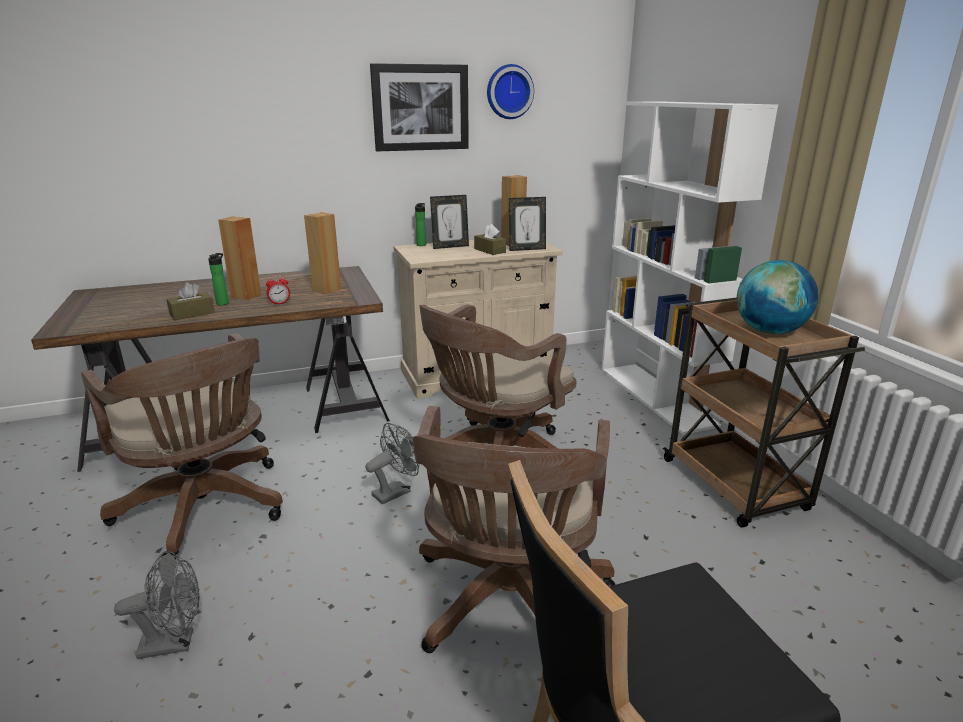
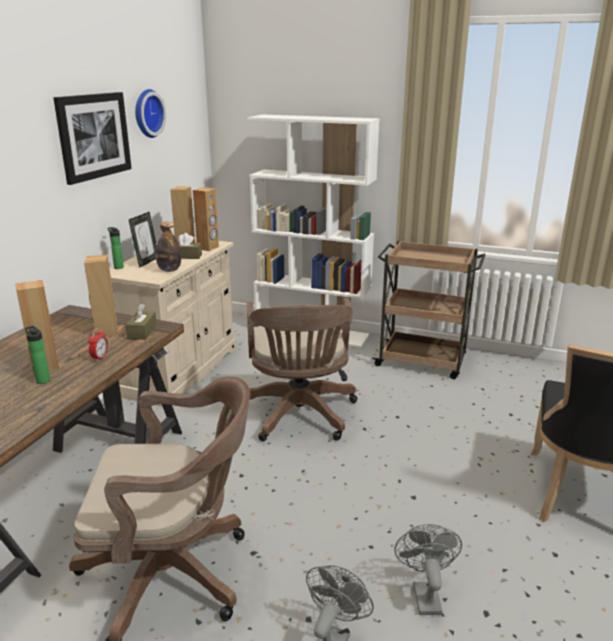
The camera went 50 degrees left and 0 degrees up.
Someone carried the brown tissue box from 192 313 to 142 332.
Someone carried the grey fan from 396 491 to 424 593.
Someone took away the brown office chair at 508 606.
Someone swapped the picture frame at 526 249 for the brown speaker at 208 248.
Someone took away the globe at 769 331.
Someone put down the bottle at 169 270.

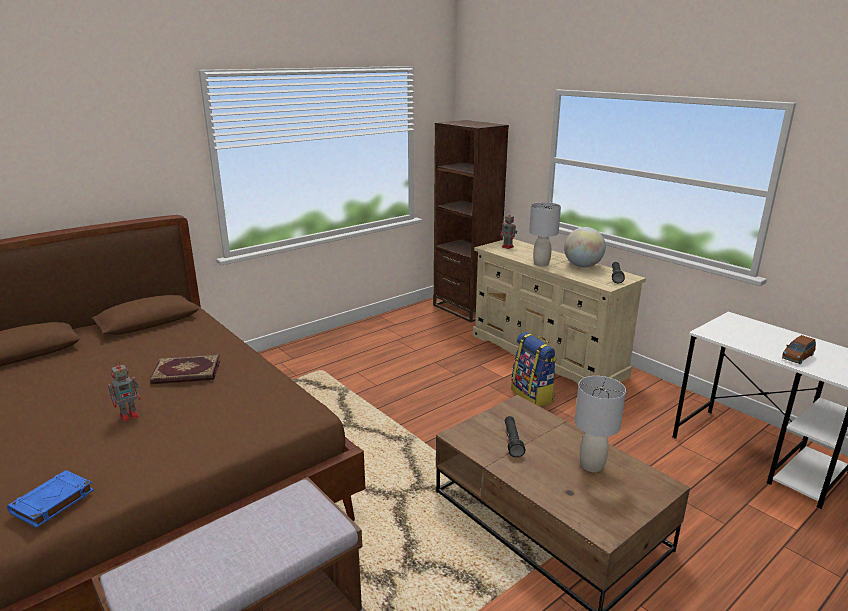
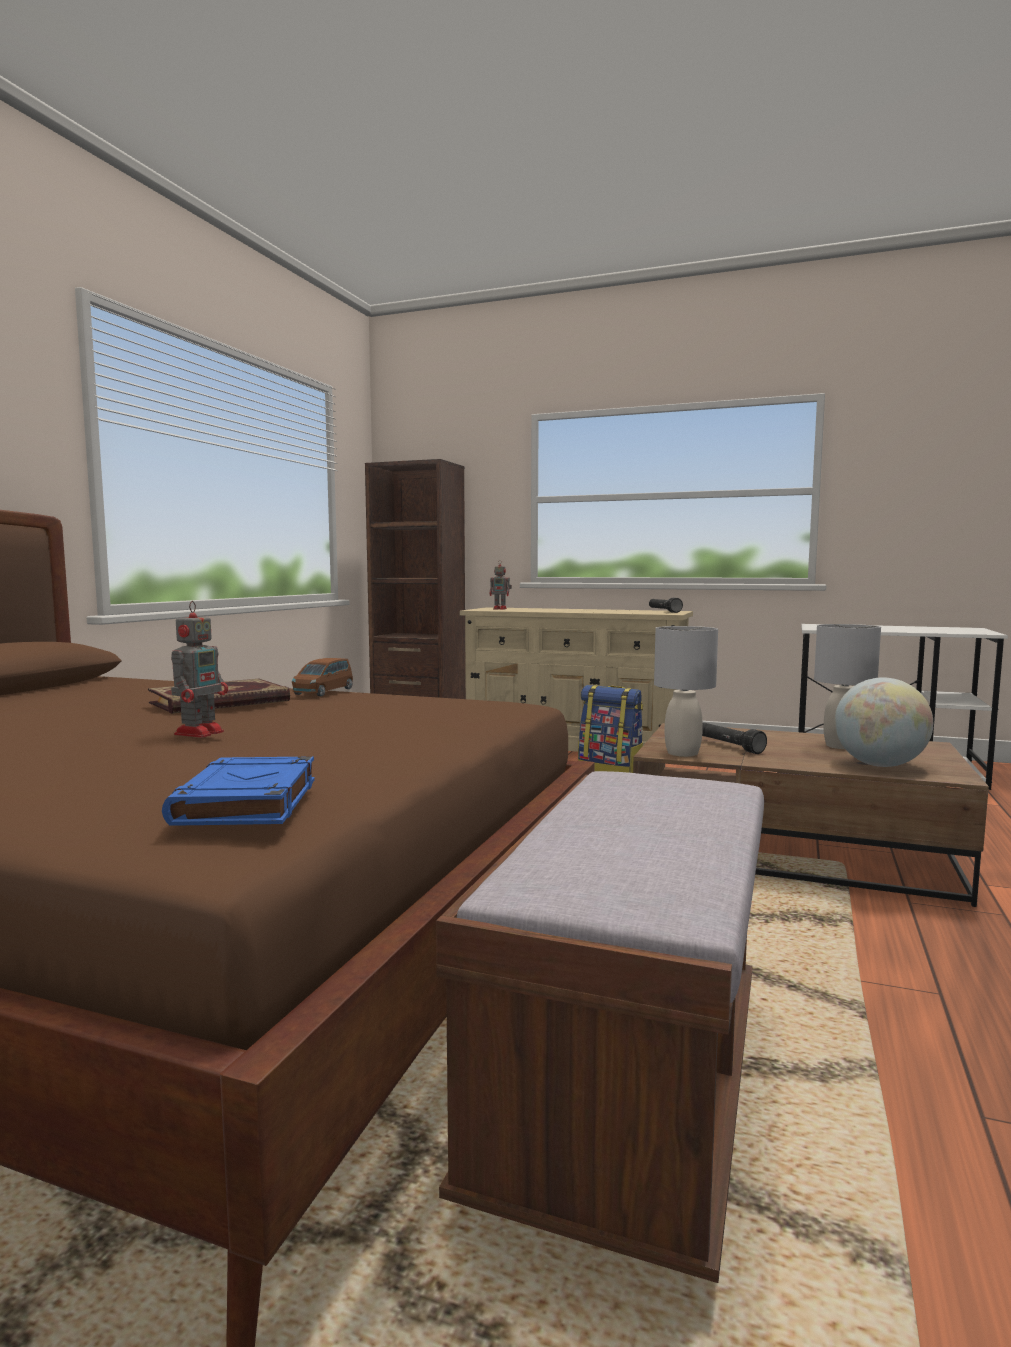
The camera went 30 degrees left and 15 degrees down.
Someone carried the grey table lamp from 541 264 to 682 753.
Someone carried the globe from 582 266 to 879 765.
Someone carried the brown toy car from 797 357 to 323 691.

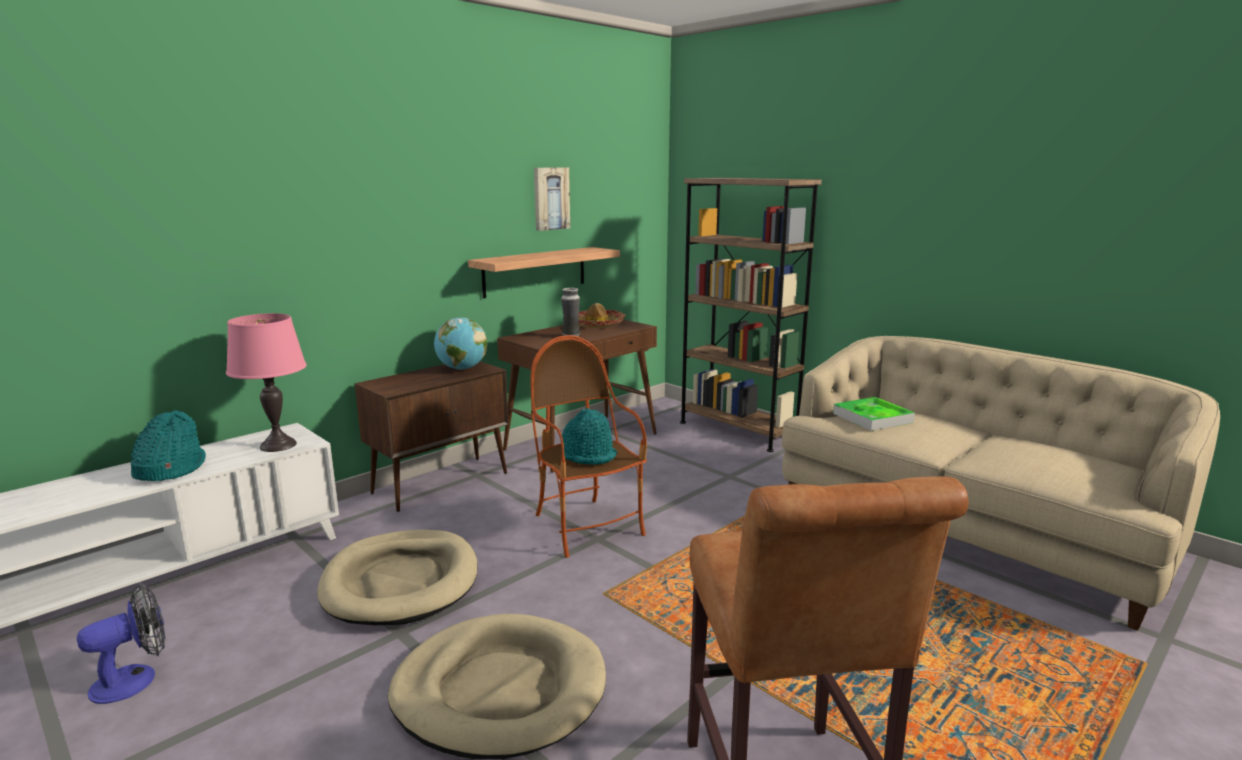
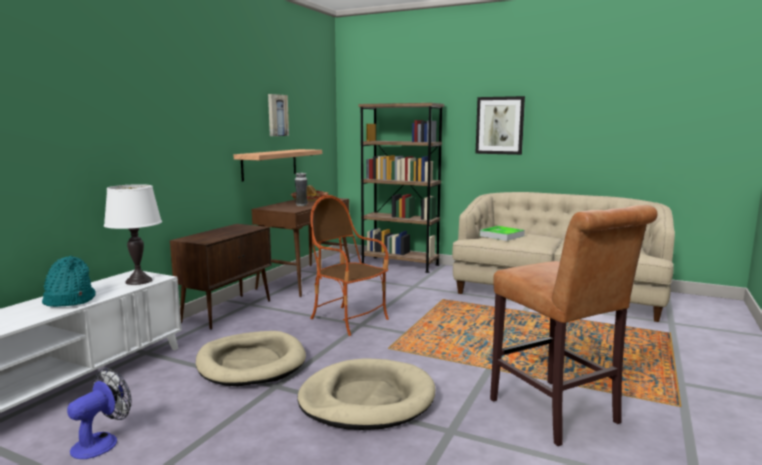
The camera went 20 degrees left and 5 degrees down.
Someone repainted the pink table lamp at 278 445, which became the white table lamp at 138 281.
Someone took away the globe at 462 369.
Someone took away the turquoise hat at 589 455.
Someone put up the picture at 499 125.

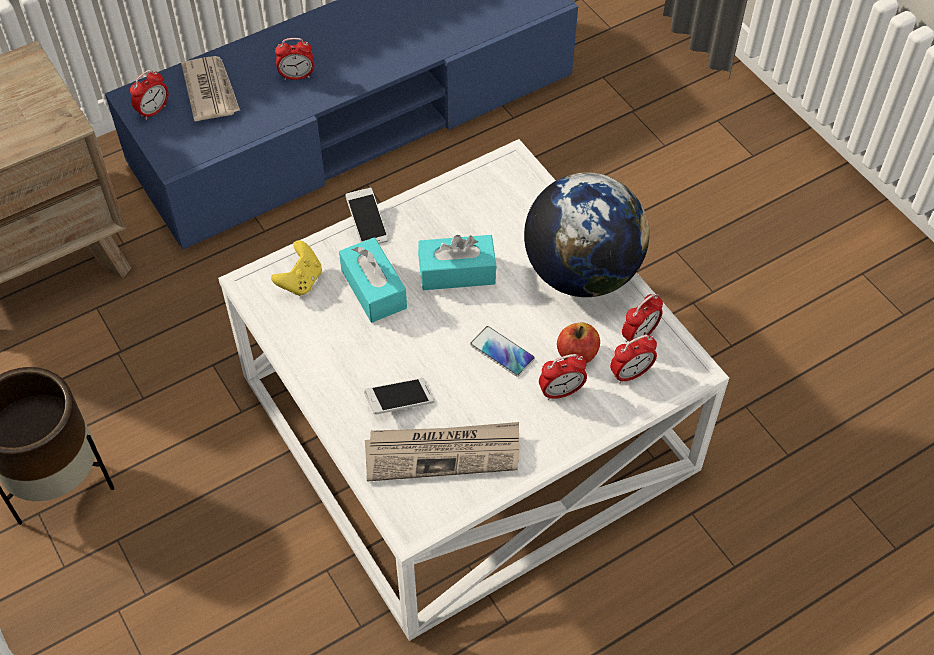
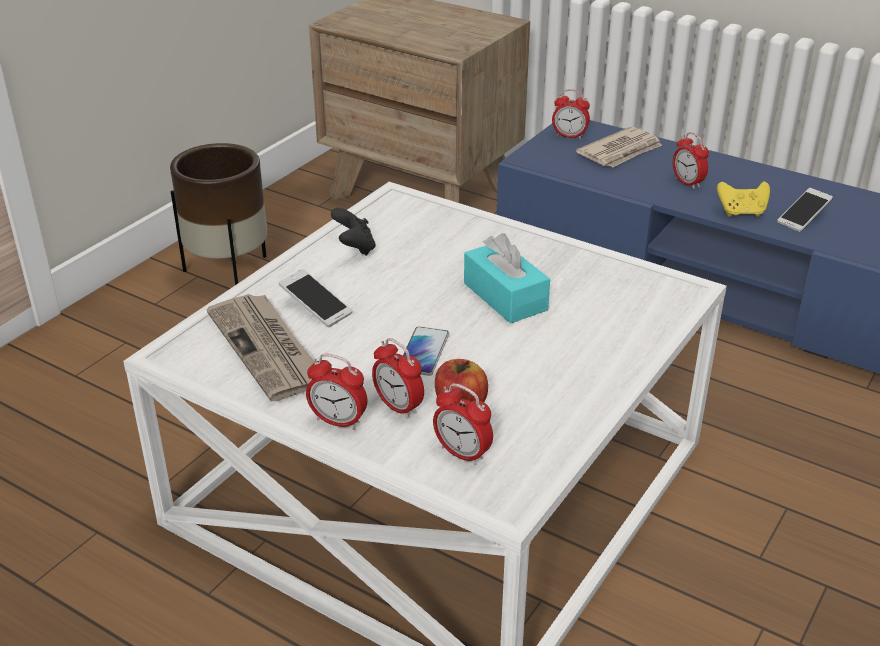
The camera went 65 degrees right and 20 degrees down.
Someone carried the yellow game controller from 300 281 to 741 213.
Someone took away the turquoise tissue box at 373 289.
Someone carried the phone from 367 223 to 803 217.
Someone took away the globe at 581 272.
Someone carried the alarm clock from 639 336 to 338 421.
Someone put down the black game controller at 354 248.

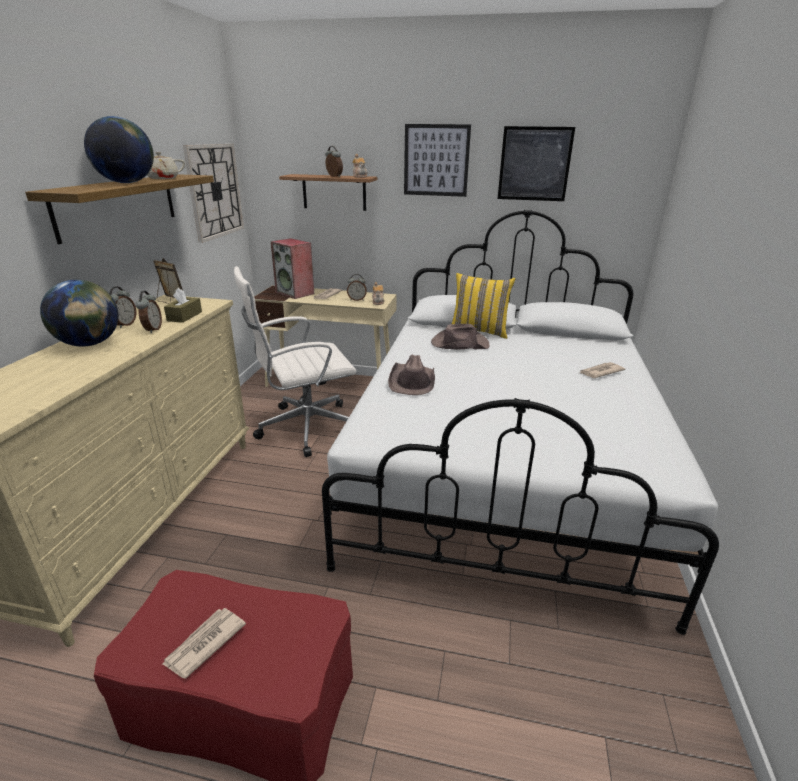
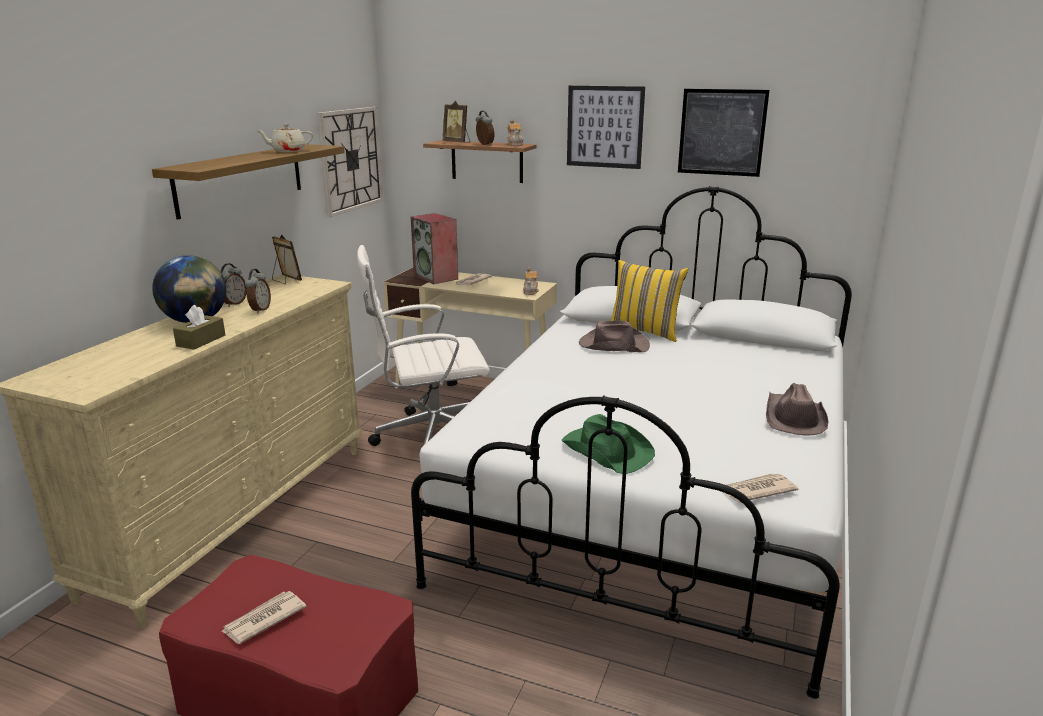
The camera went 10 degrees right and 5 degrees down.
Someone took away the globe at 126 183.
Someone carried the brown tissue box from 184 316 to 201 341.
Someone took away the alarm clock at 357 300.
Someone carried the brown hat from 412 381 to 793 417.
Someone carried the newspaper from 600 372 to 756 490.
Someone put down the picture frame at 457 143.
Someone put down the green hat at 606 450.

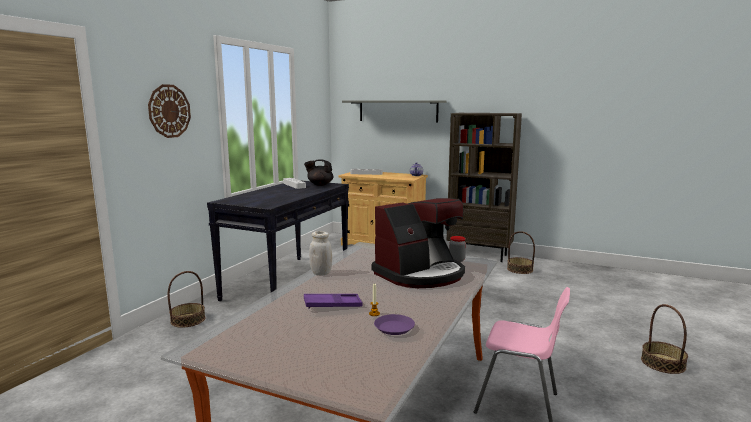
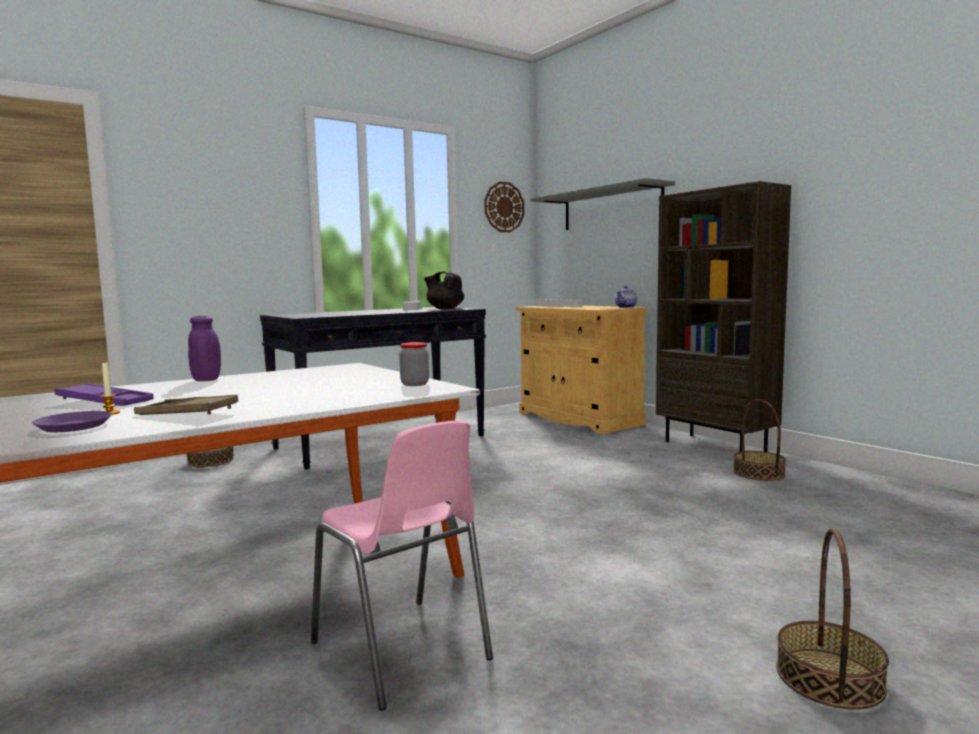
The camera went 30 degrees right and 5 degrees down.
Someone carried the wall clock from 169 111 to 504 207.
Someone repainted the white jar at 321 273, which became the purple jar at 206 380.
Someone took away the coffee machine at 420 274.
Someone put down the brown tray at 187 413.

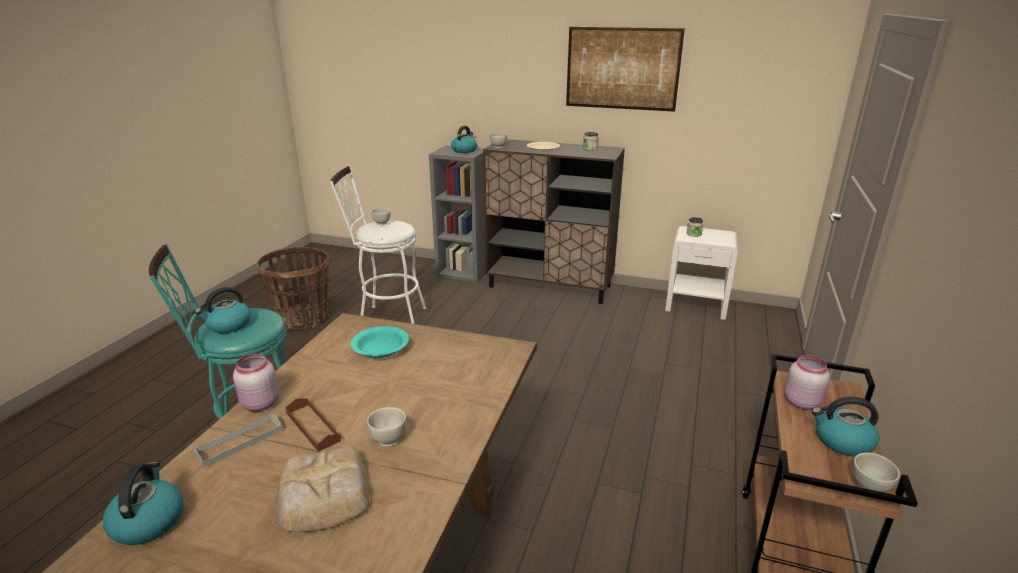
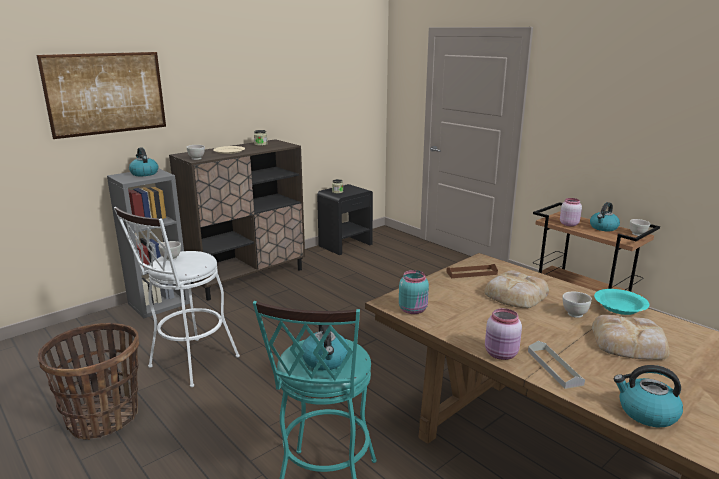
The camera went 60 degrees left and 5 degrees down.
Someone carried the brown tray from 313 427 to 471 273.
Someone carried the turquoise bowl from 380 349 to 619 308.
Someone carried the picture from 622 68 to 106 93.
Someone repainted the white nightstand at 696 305, which became the black nightstand at 345 245.
Someone put down the turquoise jar at 413 310.
Someone put down the bread at 514 295.

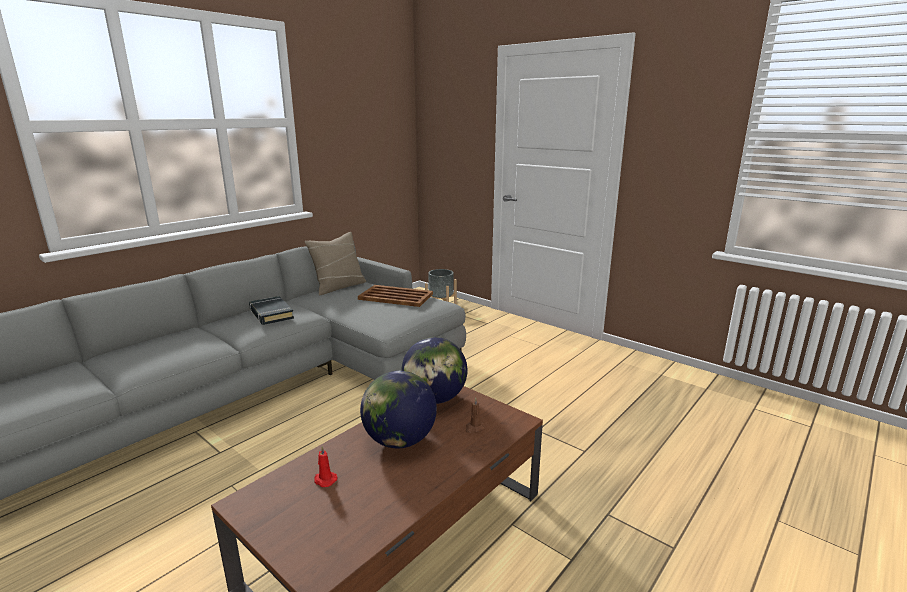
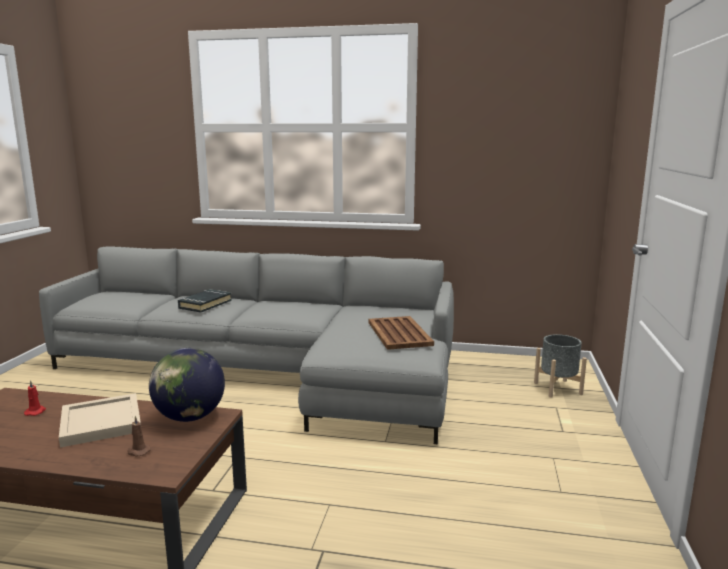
The camera went 60 degrees right and 5 degrees down.
Someone carried the black book from 271 314 to 205 304.
Someone took away the beige pillow at 339 287.
Someone swapped the globe at 400 441 for the beige tray at 102 423.

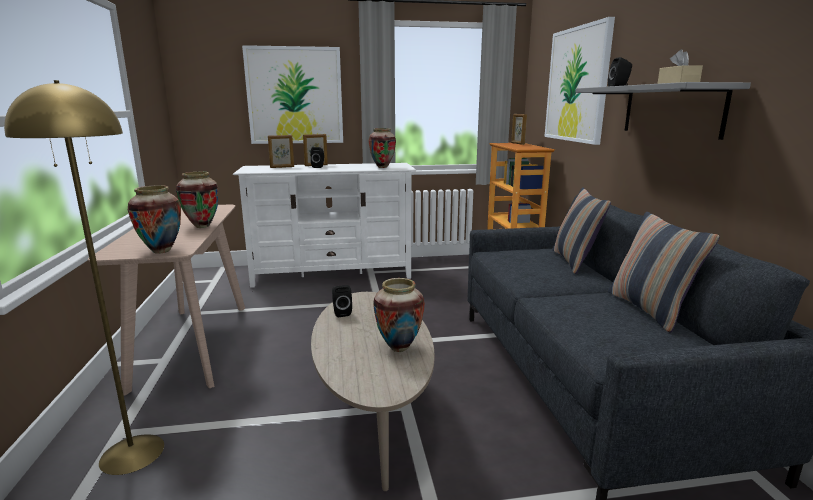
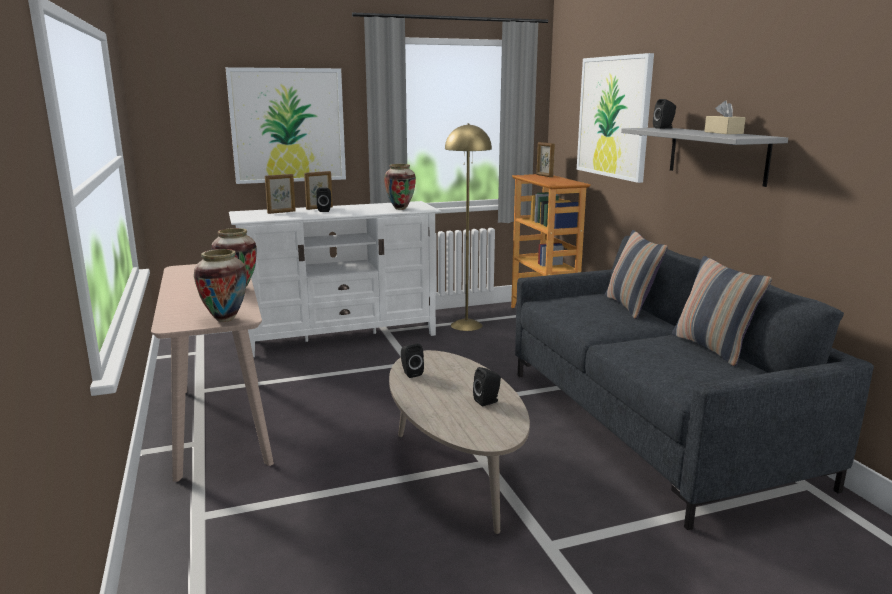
The camera went 10 degrees left and 0 degrees up.
Someone carried the yellow floor lamp from 132 453 to 466 325.
Someone swapped the vase at 399 348 for the black speaker at 488 401.

